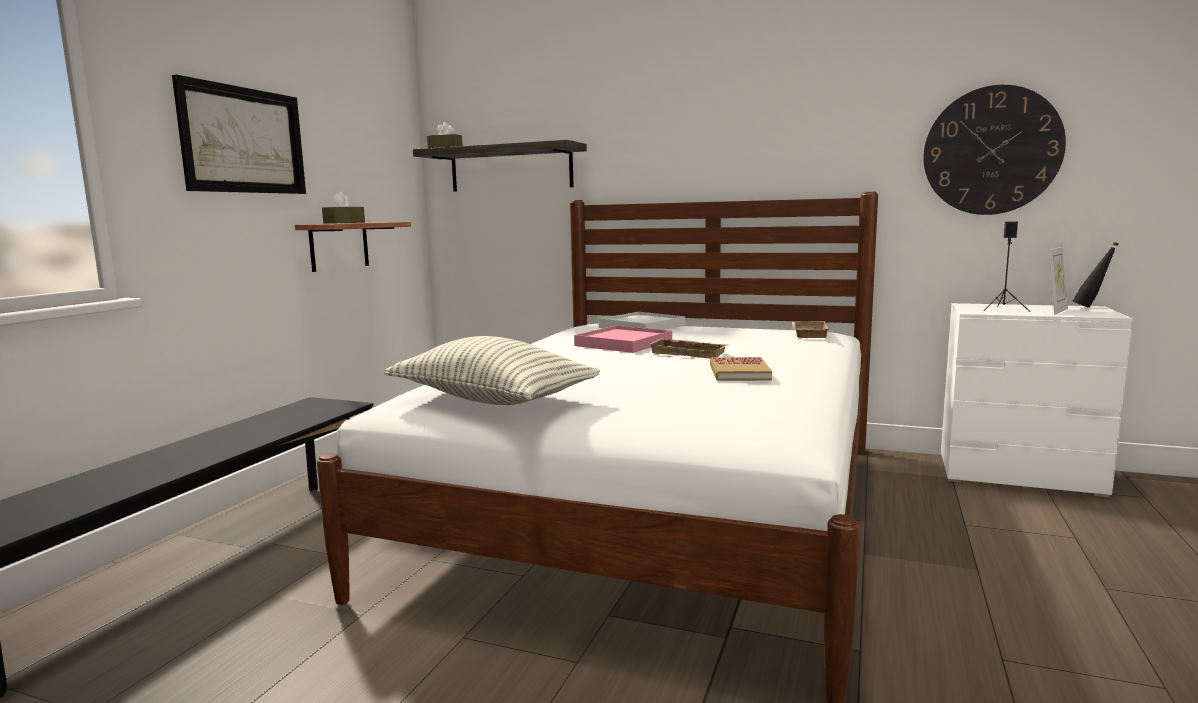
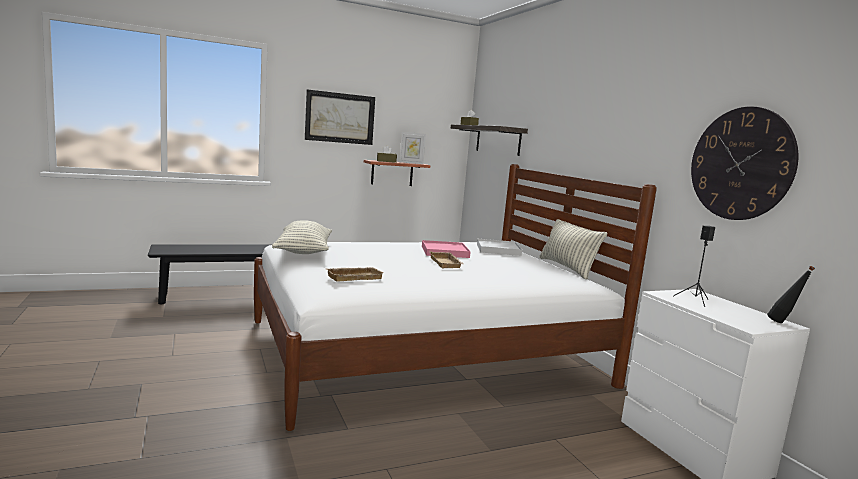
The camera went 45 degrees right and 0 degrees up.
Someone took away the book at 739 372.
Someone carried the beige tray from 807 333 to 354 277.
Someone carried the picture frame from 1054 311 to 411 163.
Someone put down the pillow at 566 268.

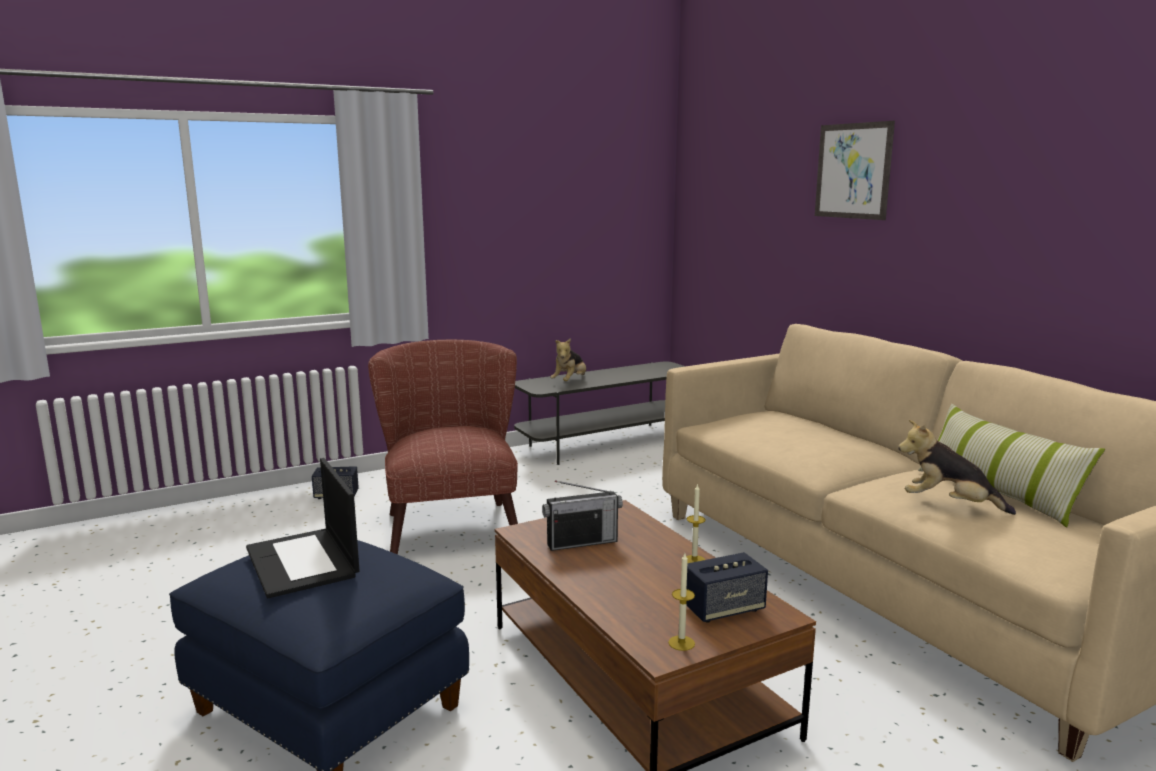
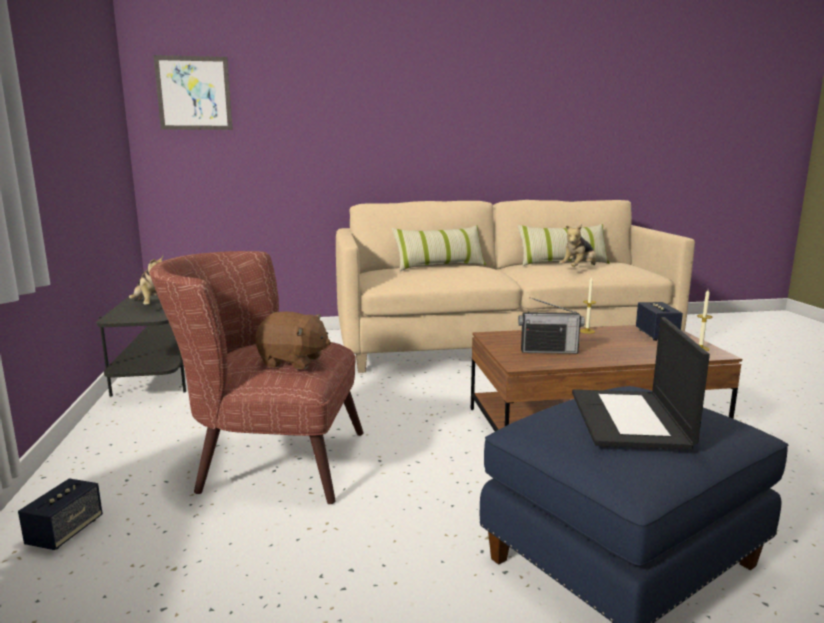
The camera went 70 degrees left and 0 degrees up.
Someone rotated the laptop at 303 562 by 105 degrees clockwise.
Someone rotated the radio at 582 542 by 90 degrees clockwise.
Someone carried the picture from 853 171 to 194 93.
Someone put down the brown plush toy at 293 361.
Someone put down the pillow at 440 266.

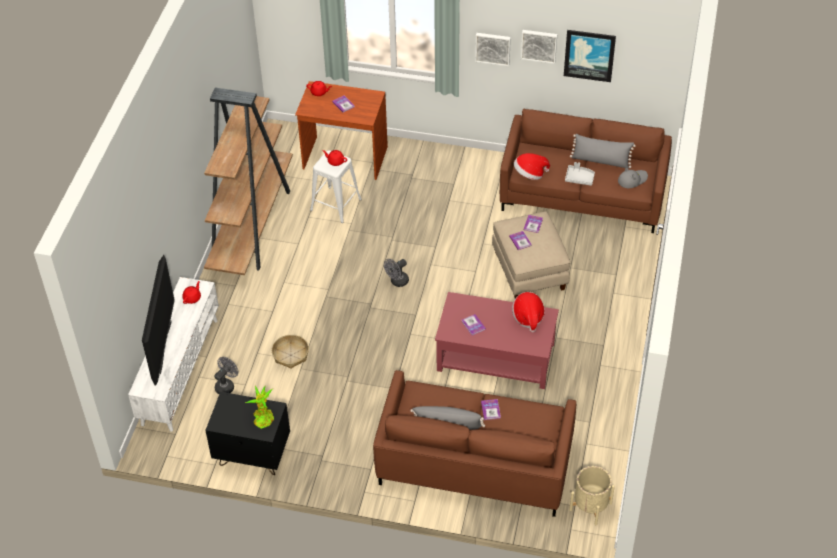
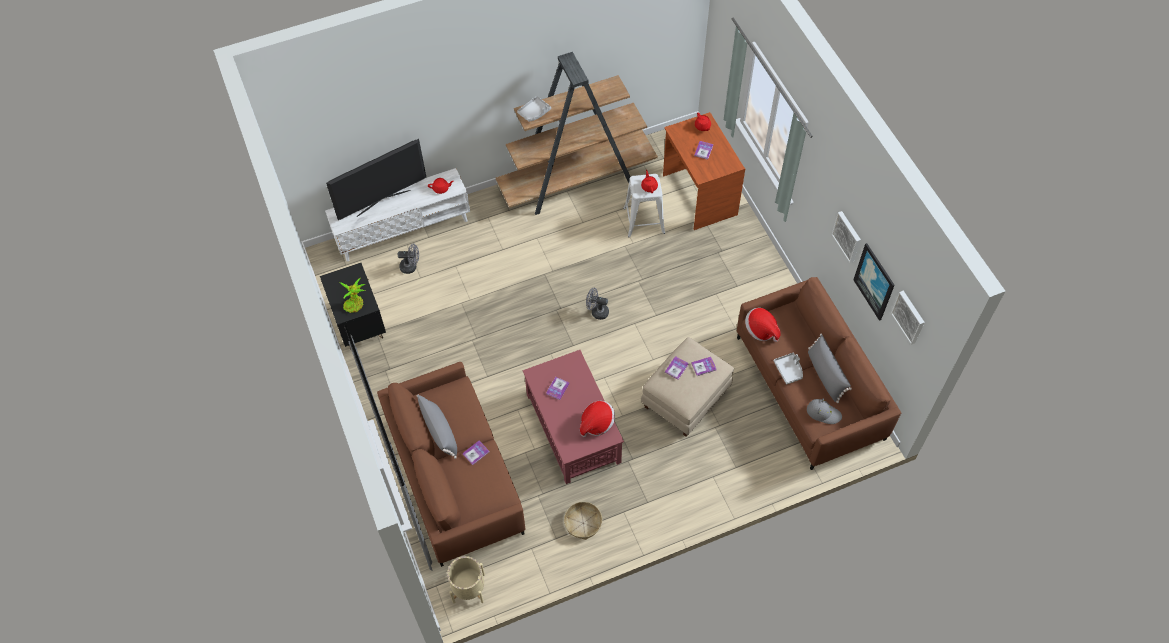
The camera went 55 degrees right and 10 degrees up.
Someone carried the basket from 290 355 to 583 523.
Someone carried the picture from 493 48 to 909 316.
Someone put down the grey tray at 534 112.

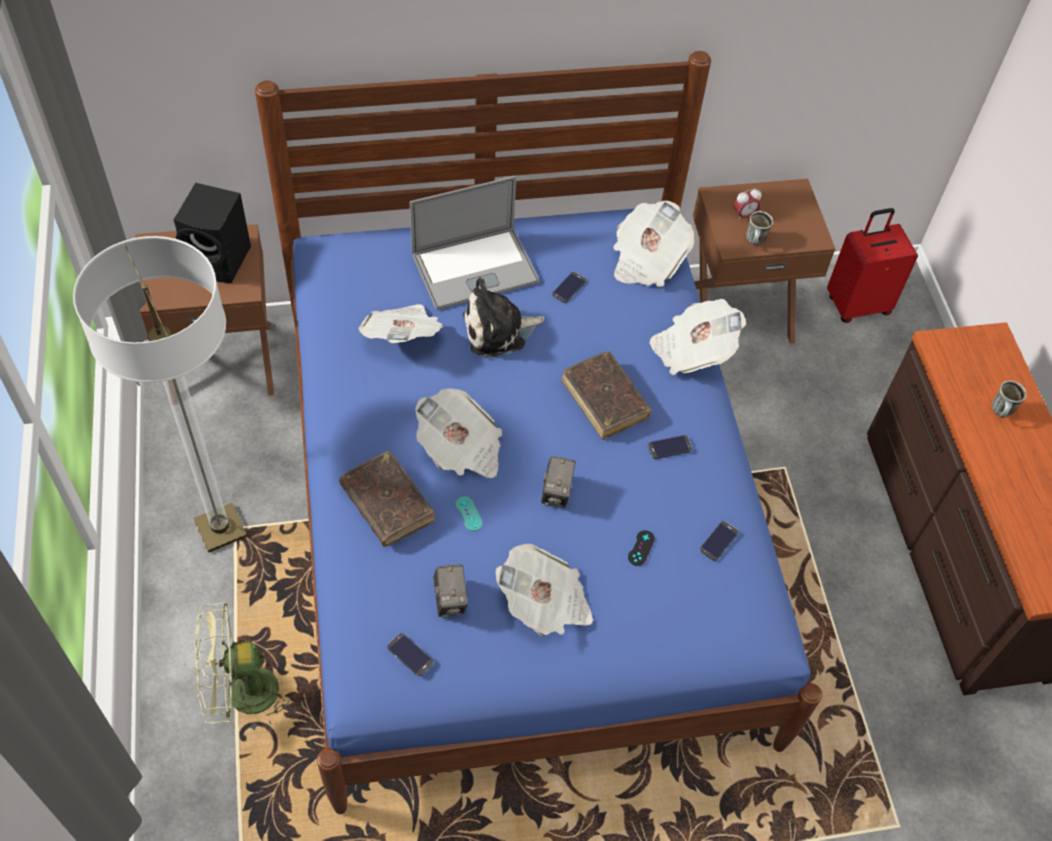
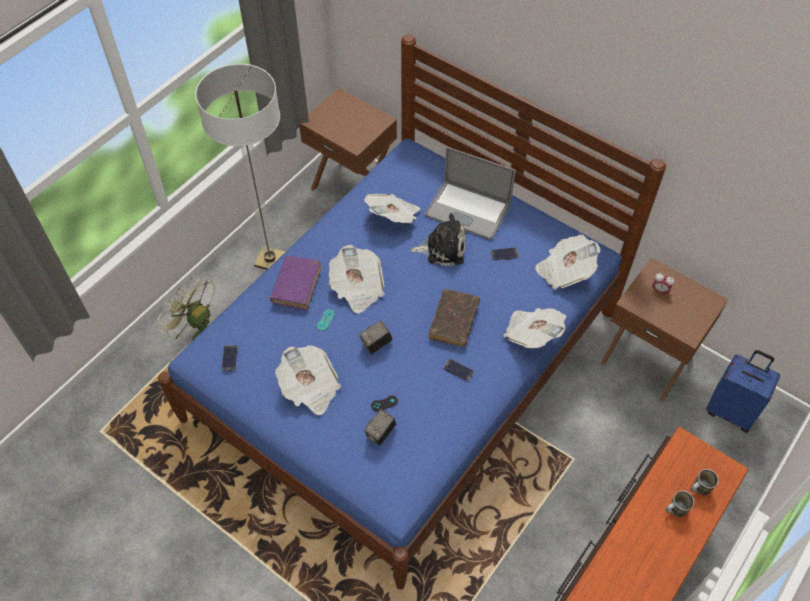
The camera went 50 degrees right and 0 degrees up.
Someone took away the black speaker at 221 261.
Someone repainted the brown book at 387 504, which became the purple book at 296 286.
Someone carried the photo camera from 450 600 to 380 433.
Someone rotated the plush toy at 498 330 by 150 degrees clockwise.
Someone took away the phone at 719 541.
Someone carried the mug from 755 242 to 699 490.
Someone repainted the red suitcase at 857 304, which became the blue suitcase at 730 411.

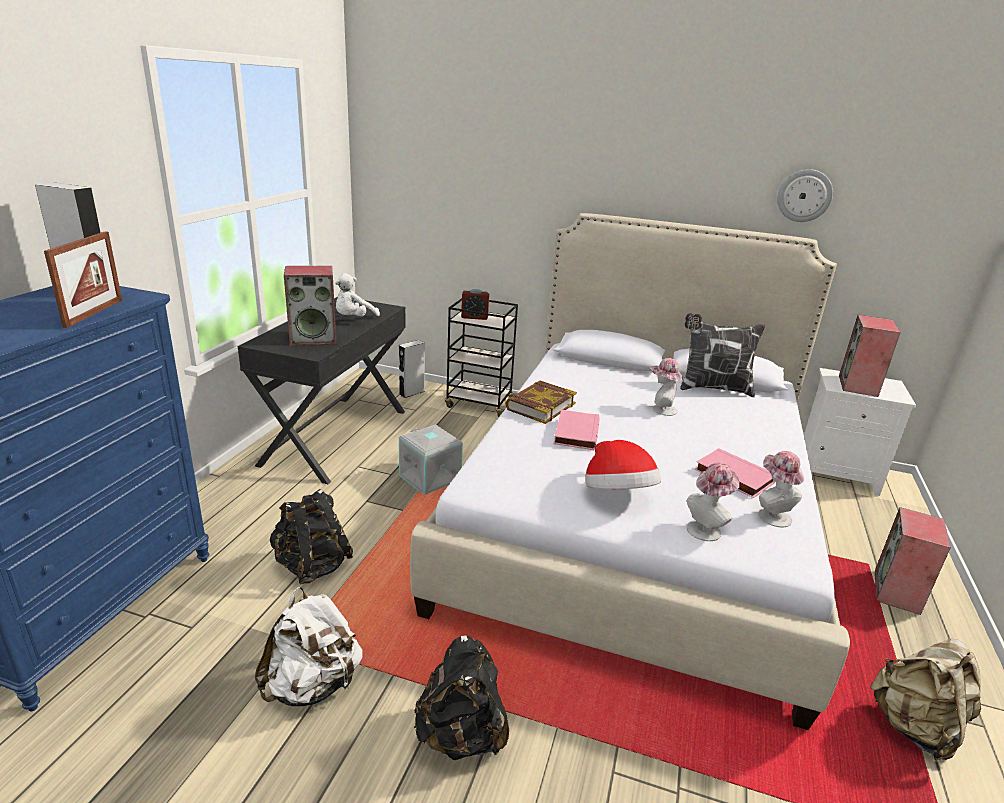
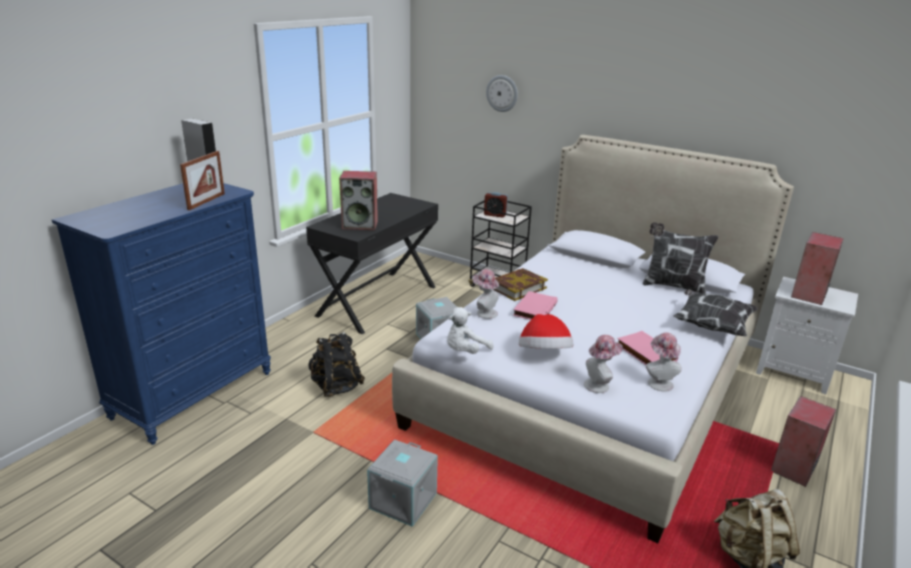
The camera went 15 degrees right and 0 degrees up.
Someone took away the white backpack at 313 685.
Someone carried the white plush toy from 354 319 to 465 351.
Someone took away the grey speaker at 411 393.
Someone swapped the black backpack at 461 734 for the grey storage box at 404 501.
Someone carried the hat from 661 409 to 484 312.
Someone carried the wall clock from 804 195 to 502 93.
Someone put down the pillow at 711 326.

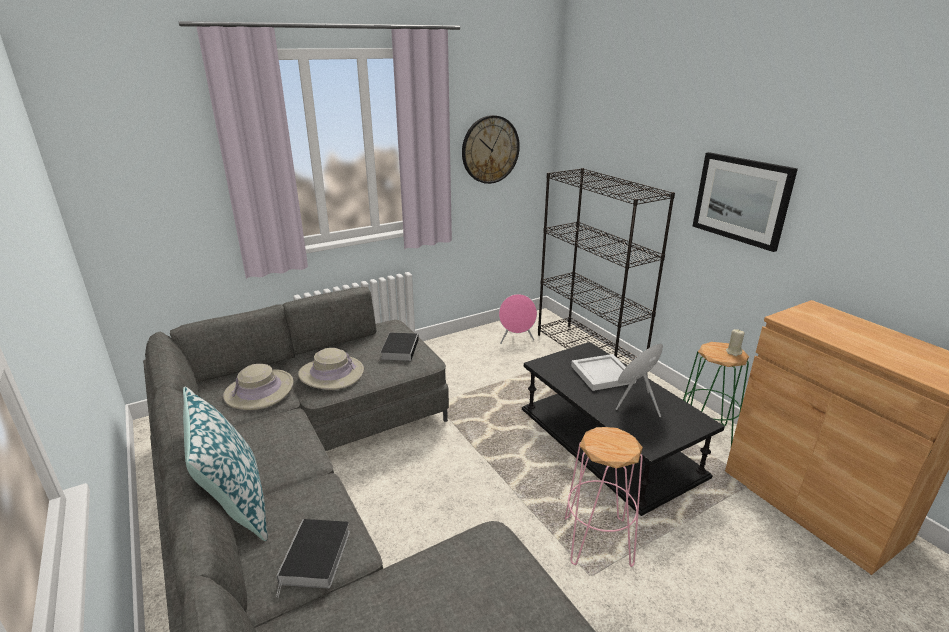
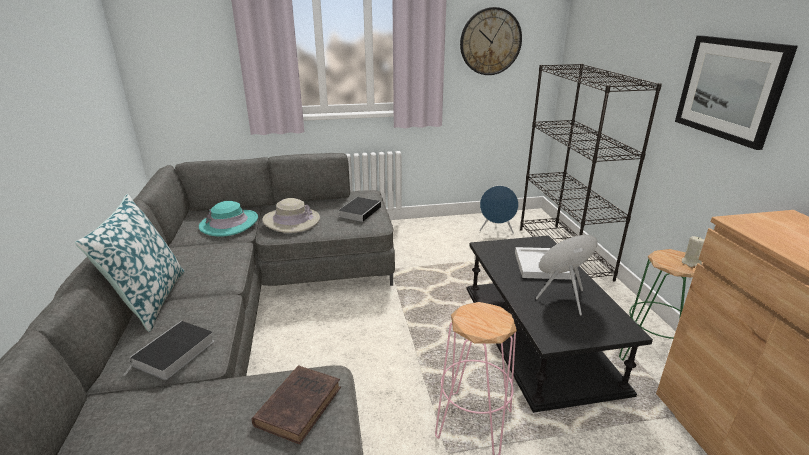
The camera went 20 degrees right and 0 degrees up.
Someone repainted the beige hat at 259 391, which became the turquoise hat at 229 224.
Someone repainted the pink speaker at 516 340, which became the blue speaker at 496 230.
Someone put down the brown book at 300 404.

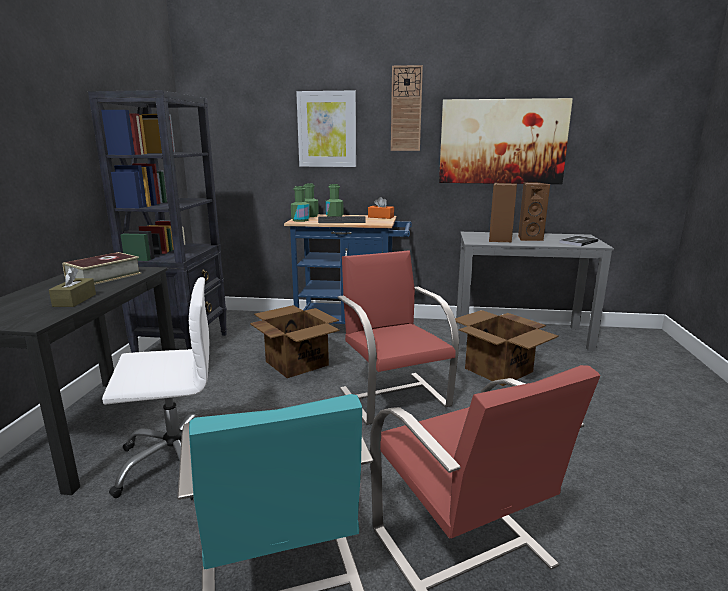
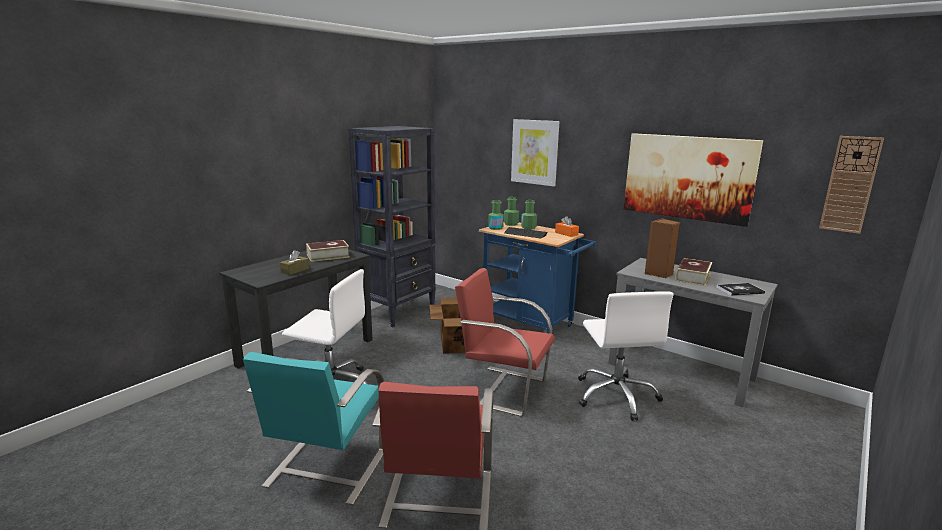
The camera went 30 degrees right and 0 degrees up.
Someone rotated the red chair at 393 396 by 75 degrees counterclockwise.
Someone carried the wall clock from 406 109 to 850 184.
Someone swapped the cardboard box at 499 370 for the white office chair at 616 396.
Someone swapped the brown speaker at 529 239 for the book at 692 277.

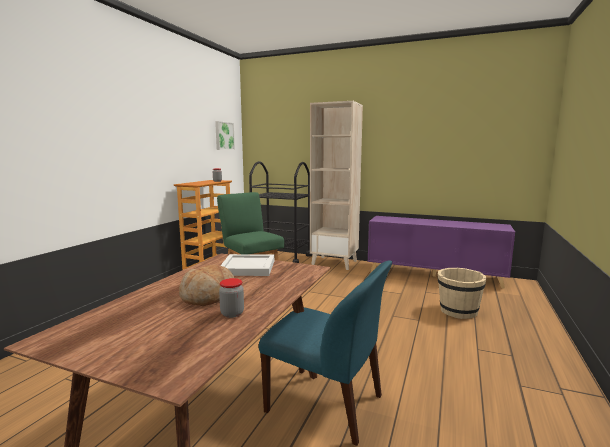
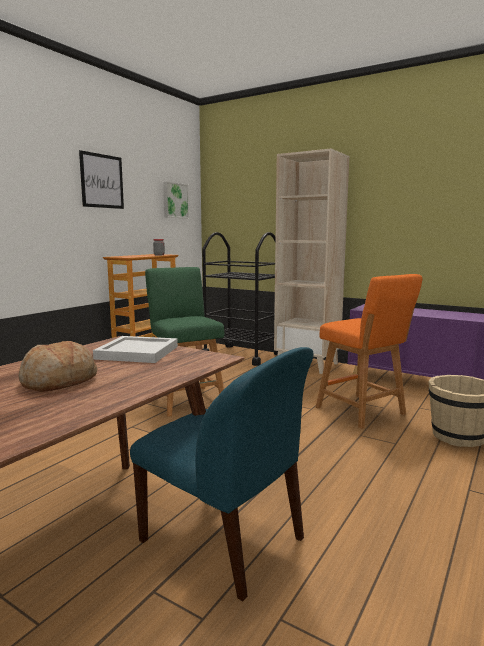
The camera went 10 degrees right and 0 degrees up.
Someone took away the jar at 232 313.
Someone put up the picture at 102 181.
Someone put down the orange stool at 363 412.

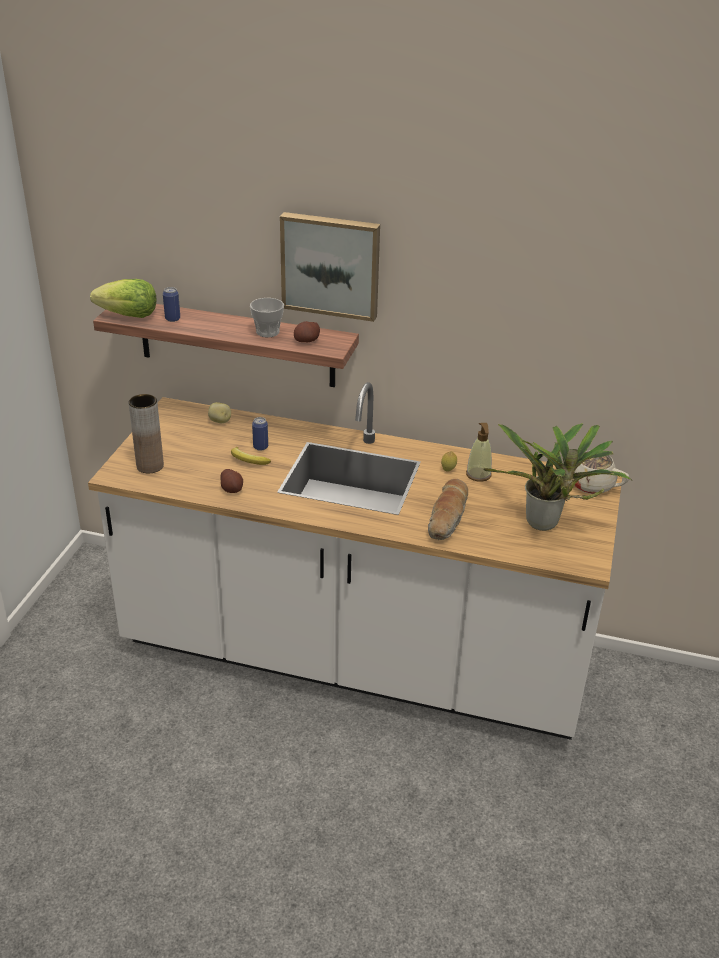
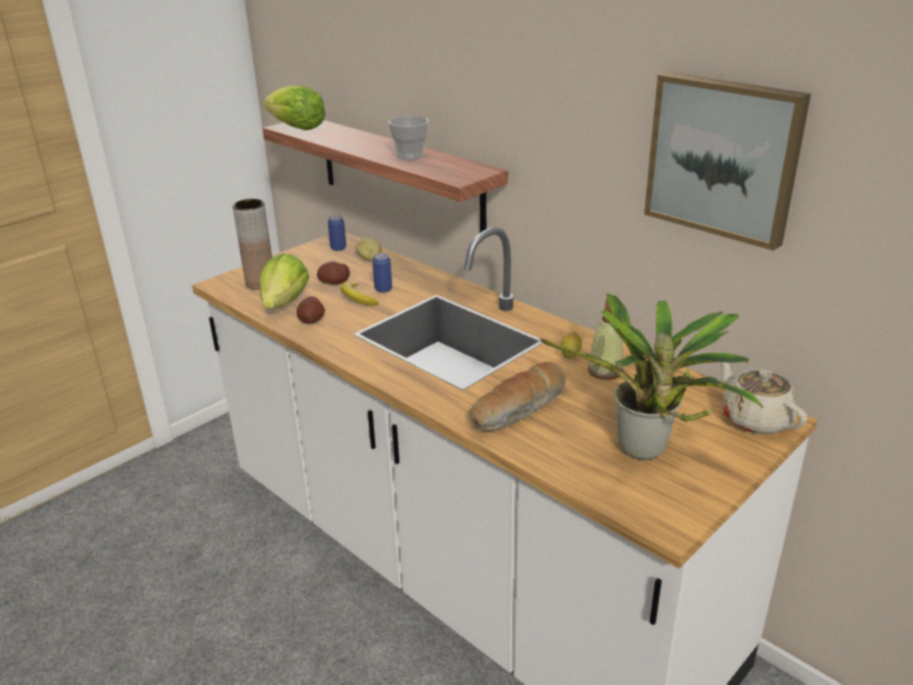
The camera went 30 degrees right and 5 degrees down.
Someone carried the can from 172 319 to 338 248.
Someone carried the picture from 331 265 to 724 157.
Someone carried the potato from 307 341 to 334 283.
Someone put down the lettuce at 285 303.

